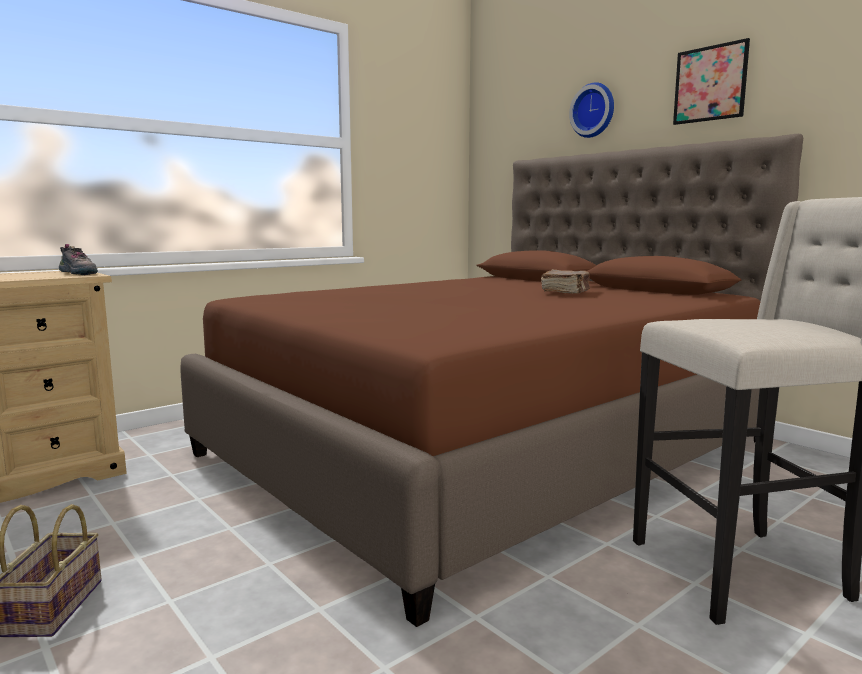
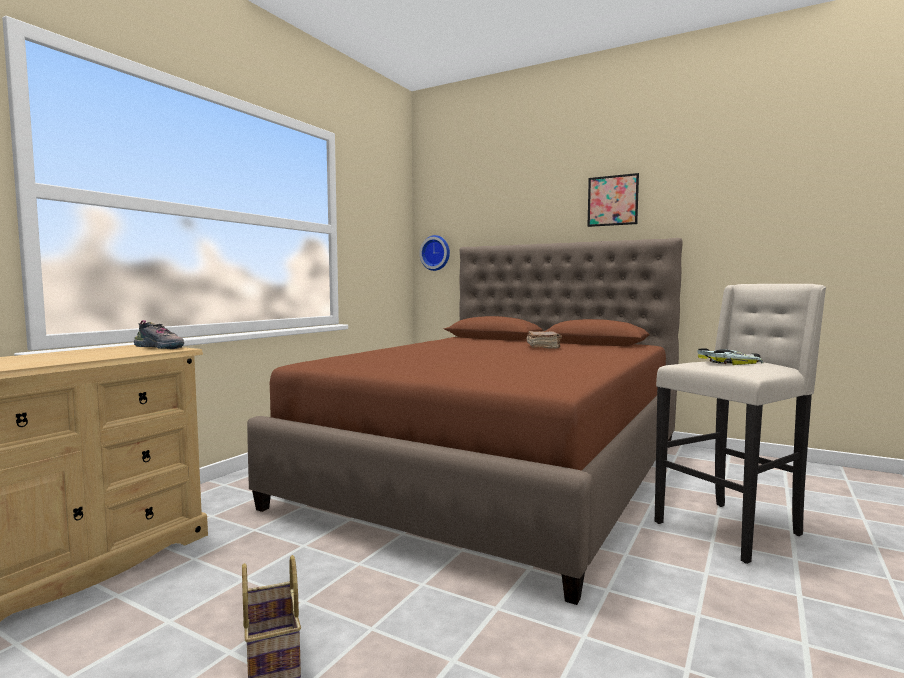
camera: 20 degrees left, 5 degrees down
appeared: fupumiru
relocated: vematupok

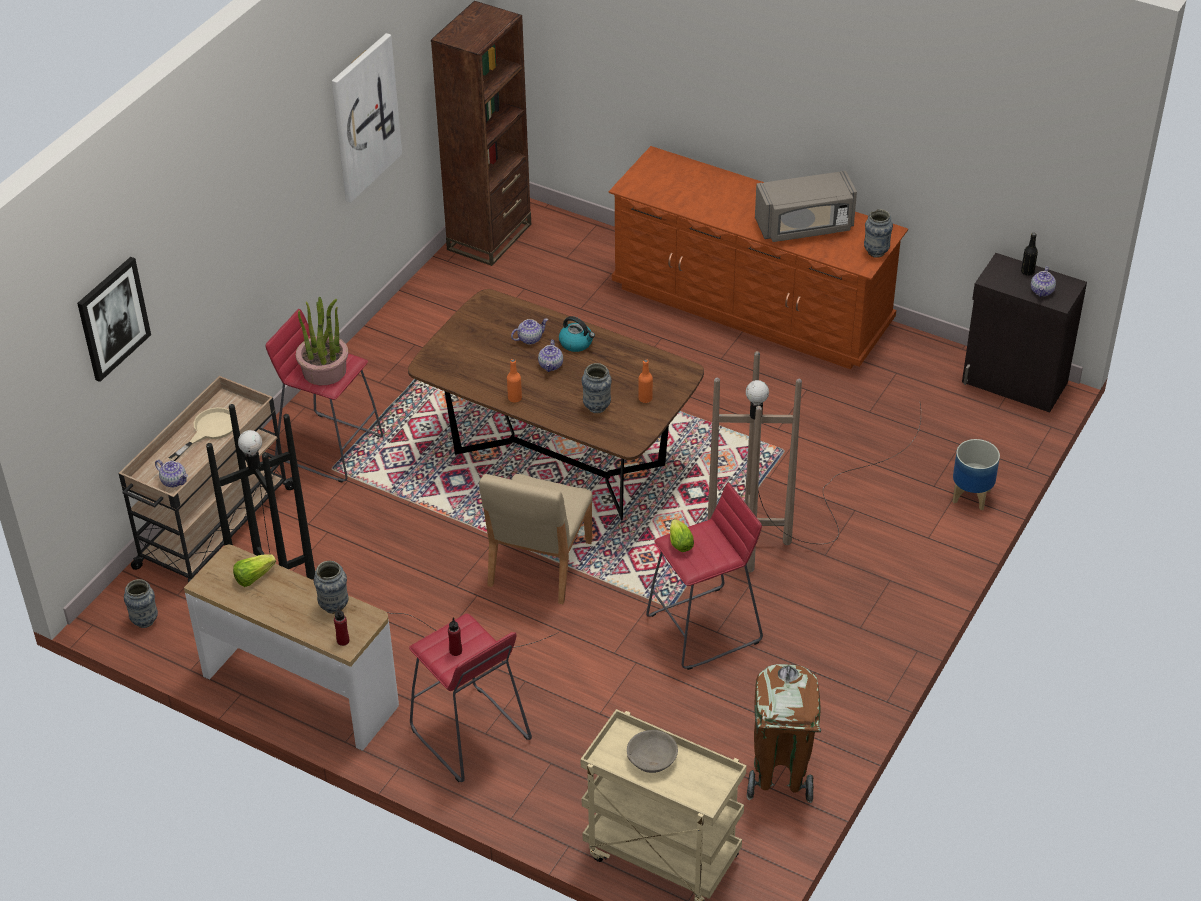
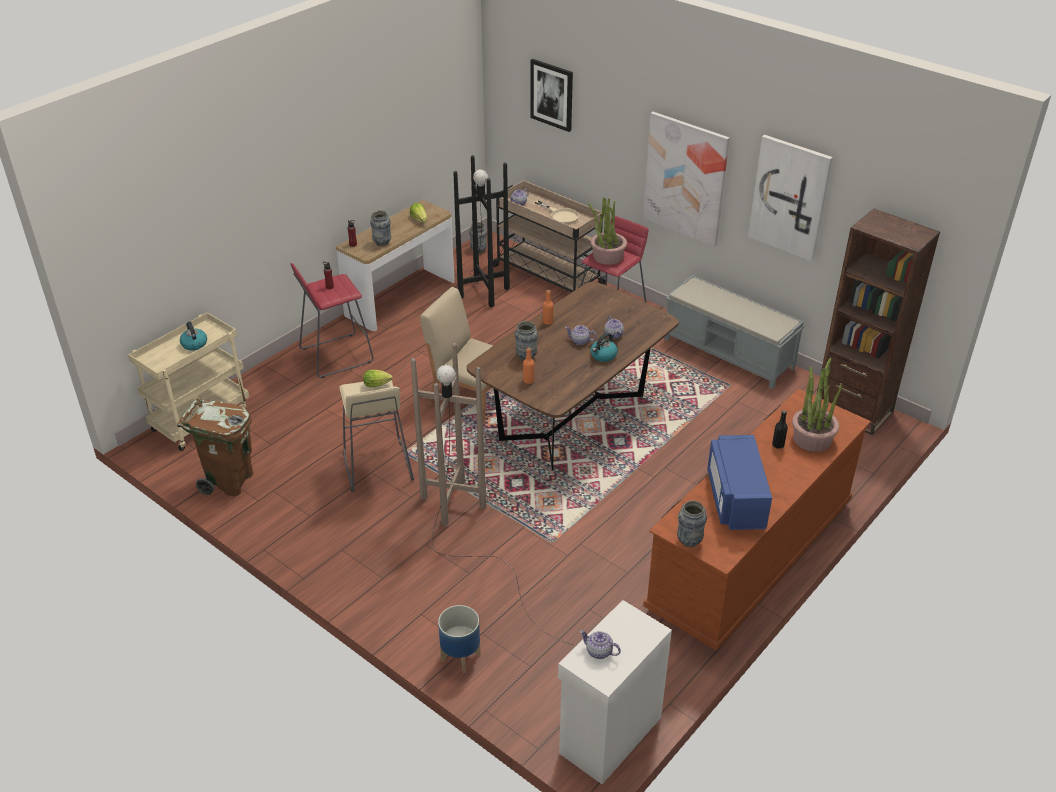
camera: 100 degrees right, 5 degrees down
appeared: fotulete (no. 2 from left); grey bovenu; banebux (no. 2 from left)
relocated: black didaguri
exchanged: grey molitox to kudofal (no. 1 from left)
colour: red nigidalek (no. 3 from left) to beige nigidalek; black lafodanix to white lafodanix; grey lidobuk to blue lidobuk

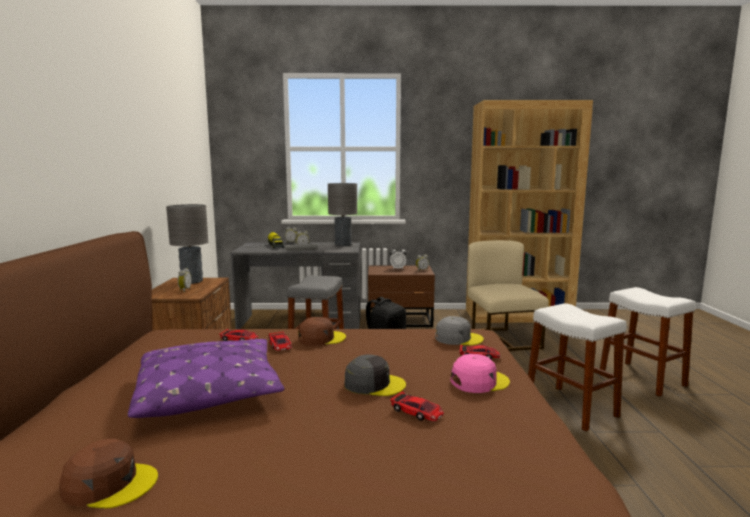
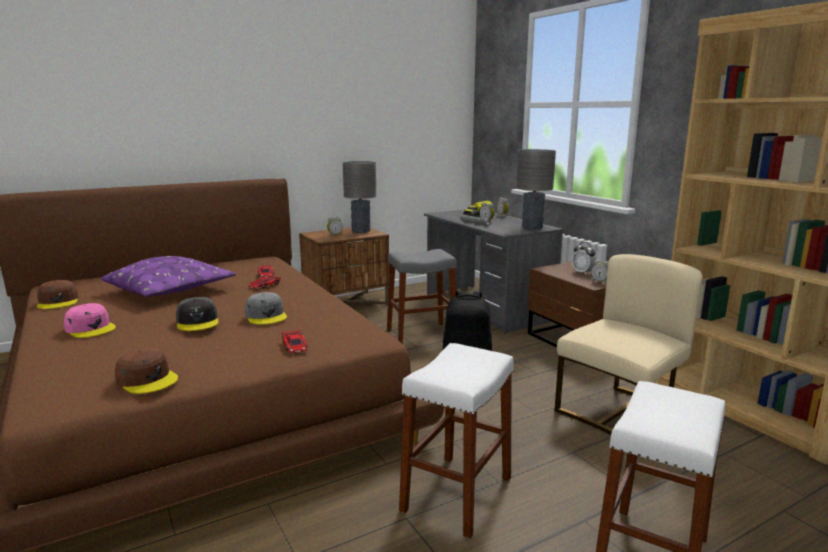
camera: 60 degrees right, 5 degrees up
missing: fupumiru (no. 3 from left)
relocated: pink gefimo; brown gefimo (no. 2 from left); grey gefimo (no. 2 from left)

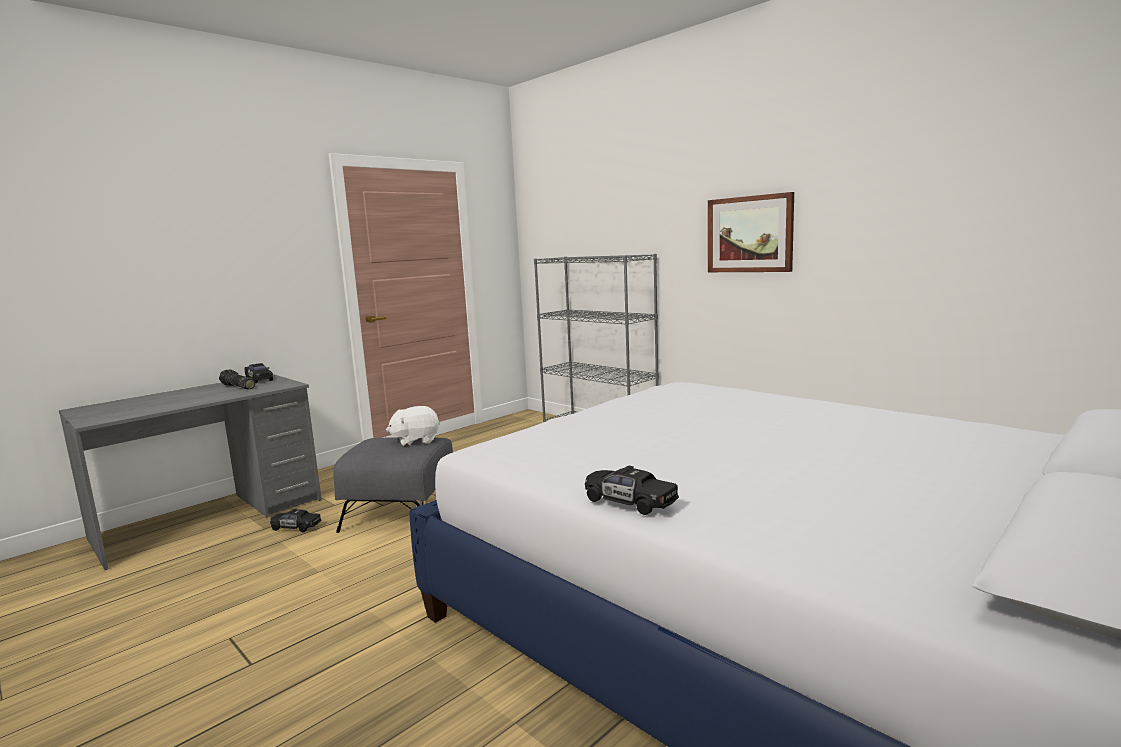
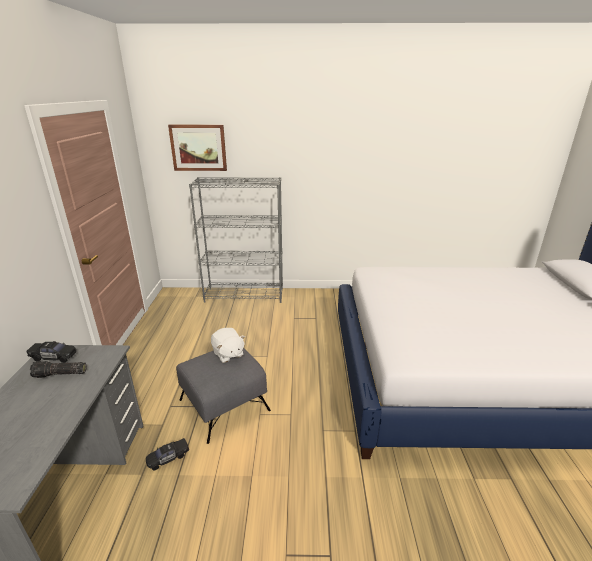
camera: 45 degrees left, 15 degrees up
missing: black fupumiru (no. 3 from left)
relocated: fotulete
spun: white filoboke 60 degrees counterclockwise

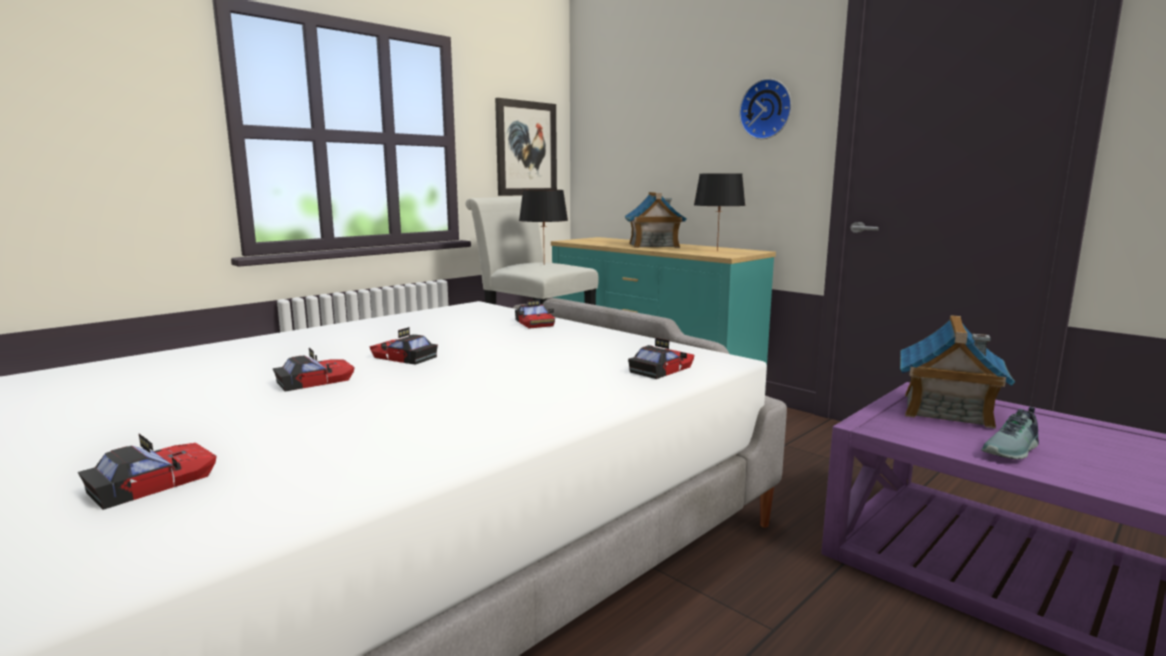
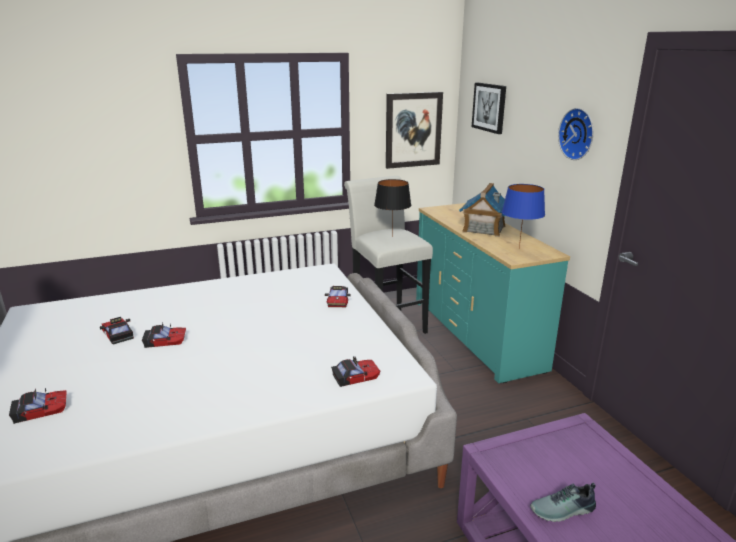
camera: 25 degrees right, 10 degrees up
missing: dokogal (no. 2 from left)
appeared: fotulete (no. 2 from left)
relocated: fupumiru (no. 3 from left in the first image) to fupumiru (no. 2 from left)
colour: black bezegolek (no. 2 from left) to blue bezegolek

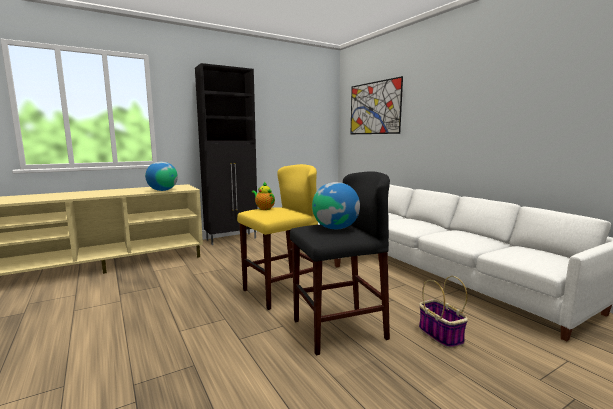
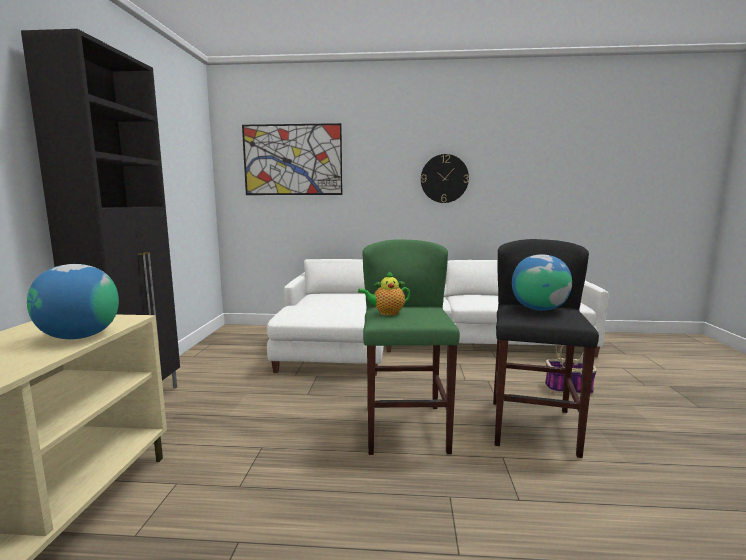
camera: 55 degrees left, 0 degrees up
appeared: vematupok
colour: yellow nigidalek to green nigidalek

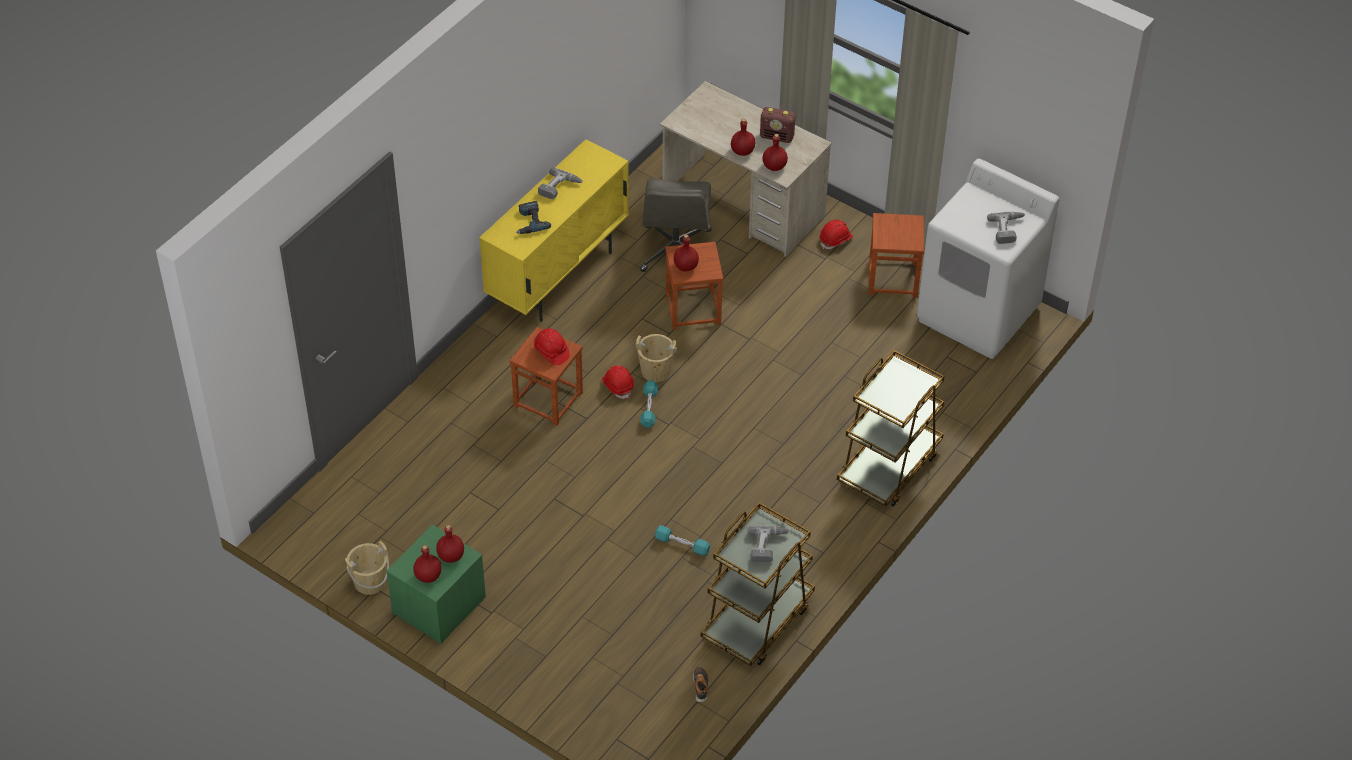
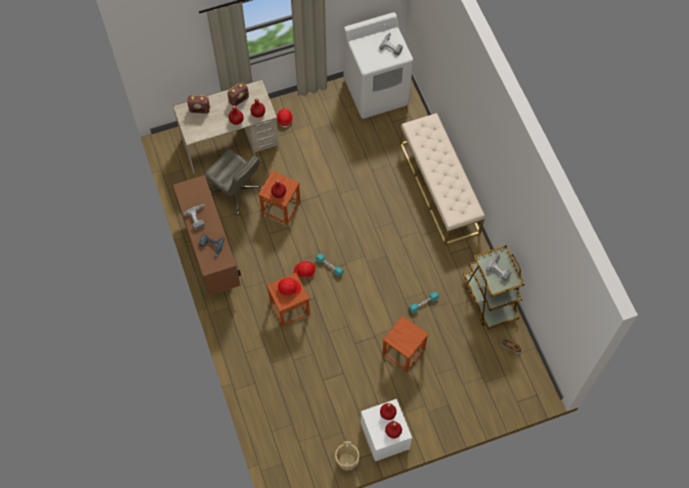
camera: 55 degrees left, 15 degrees up
missing: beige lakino (no. 2 from left)
appeared: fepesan (no. 1 from left)
relocated: brown nigidalek (no. 3 from left)
exchanged: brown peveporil (no. 2 from left) to beige bovenu
colour: yellow lafodanix to brown lafodanix; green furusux to white furusux

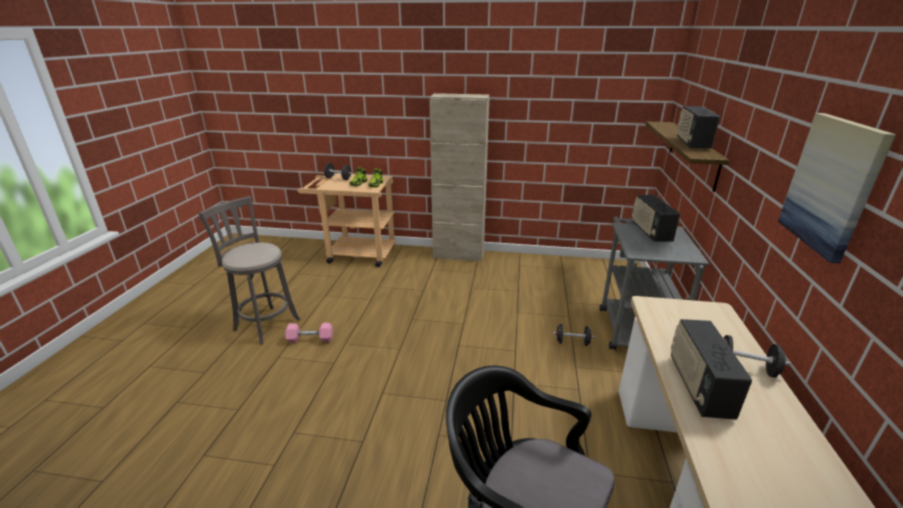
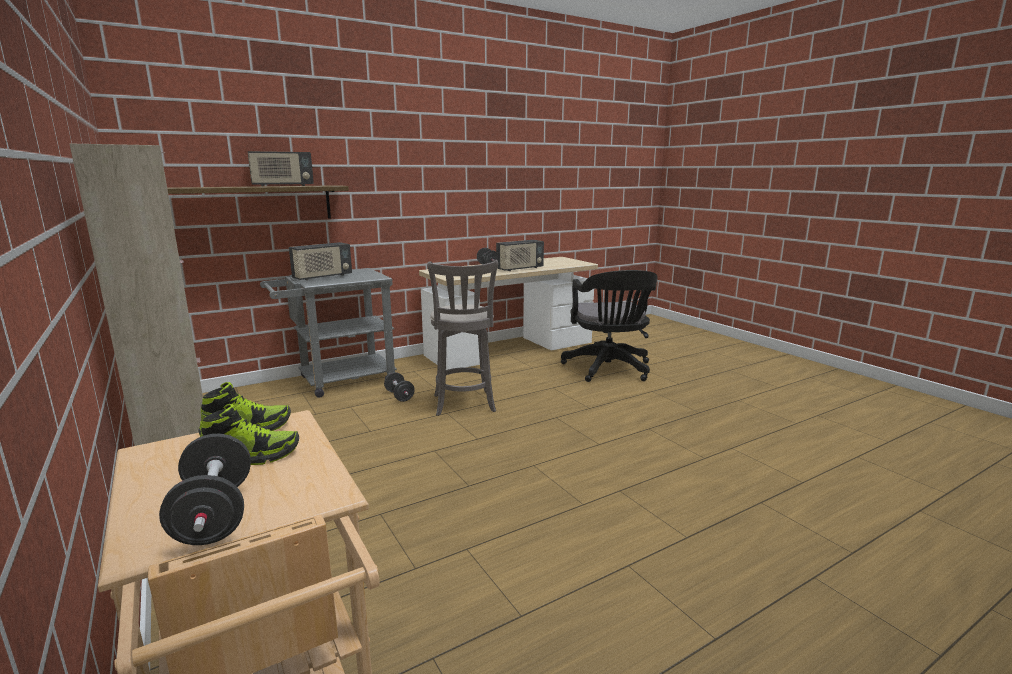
camera: 130 degrees left, 10 degrees down
missing: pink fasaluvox; fotulete
relocated: grey nigidalek

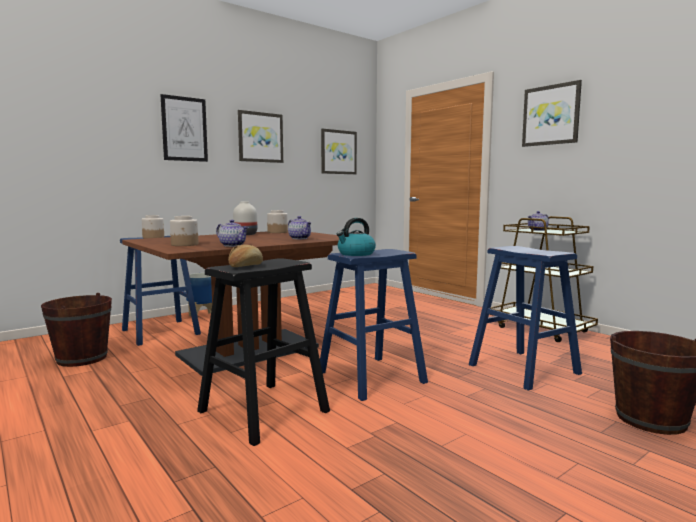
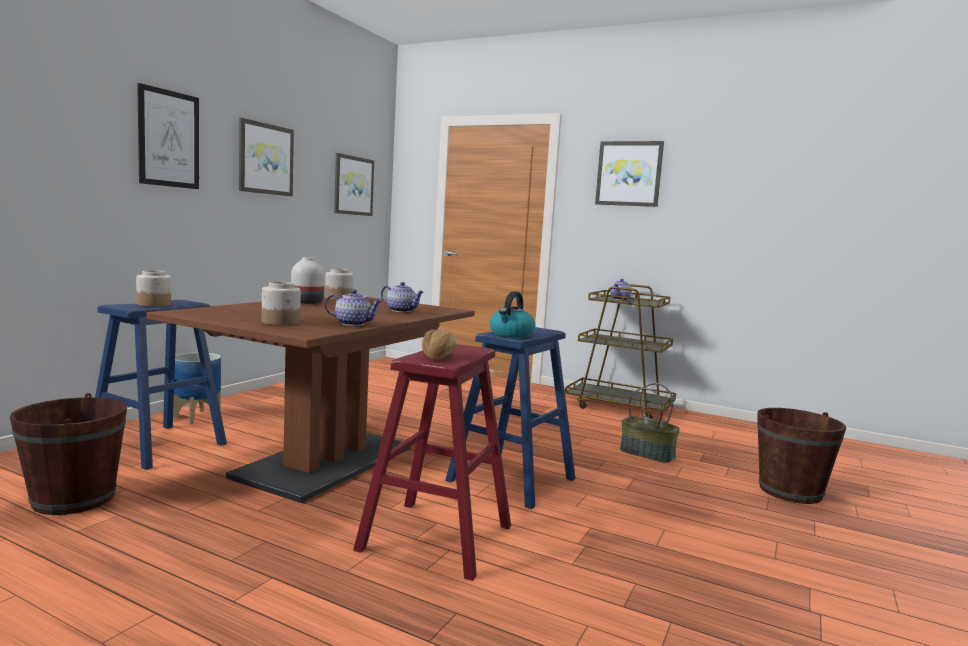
camera: 25 degrees left, 0 degrees up
exchanged: blue nigidalek (no. 3 from left) to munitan
colour: black nigidalek to red nigidalek

